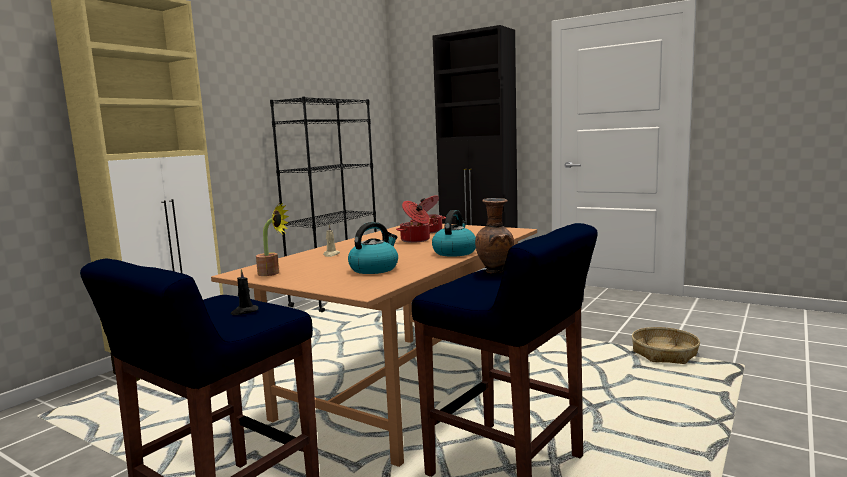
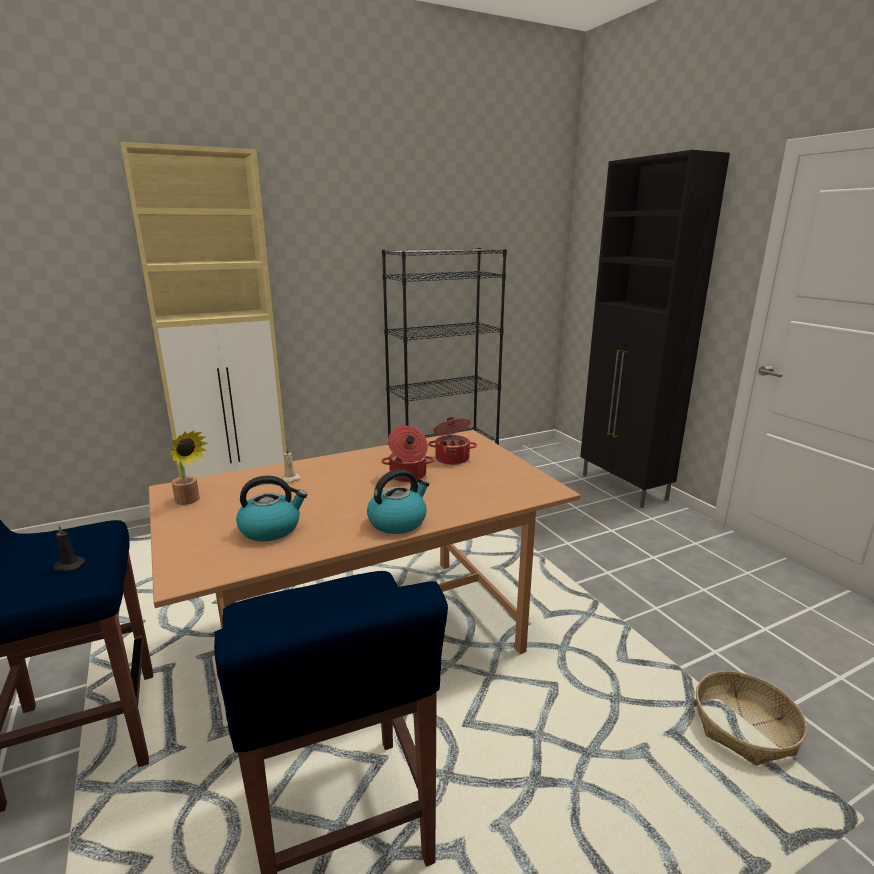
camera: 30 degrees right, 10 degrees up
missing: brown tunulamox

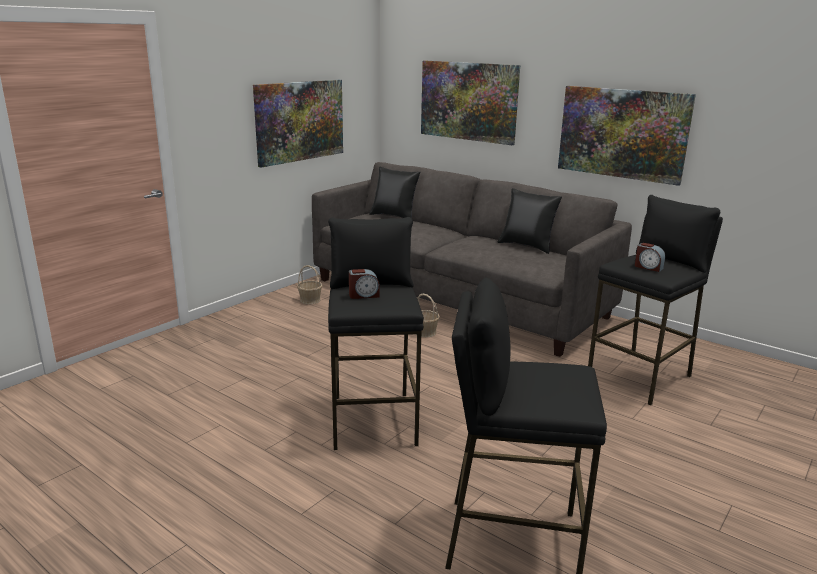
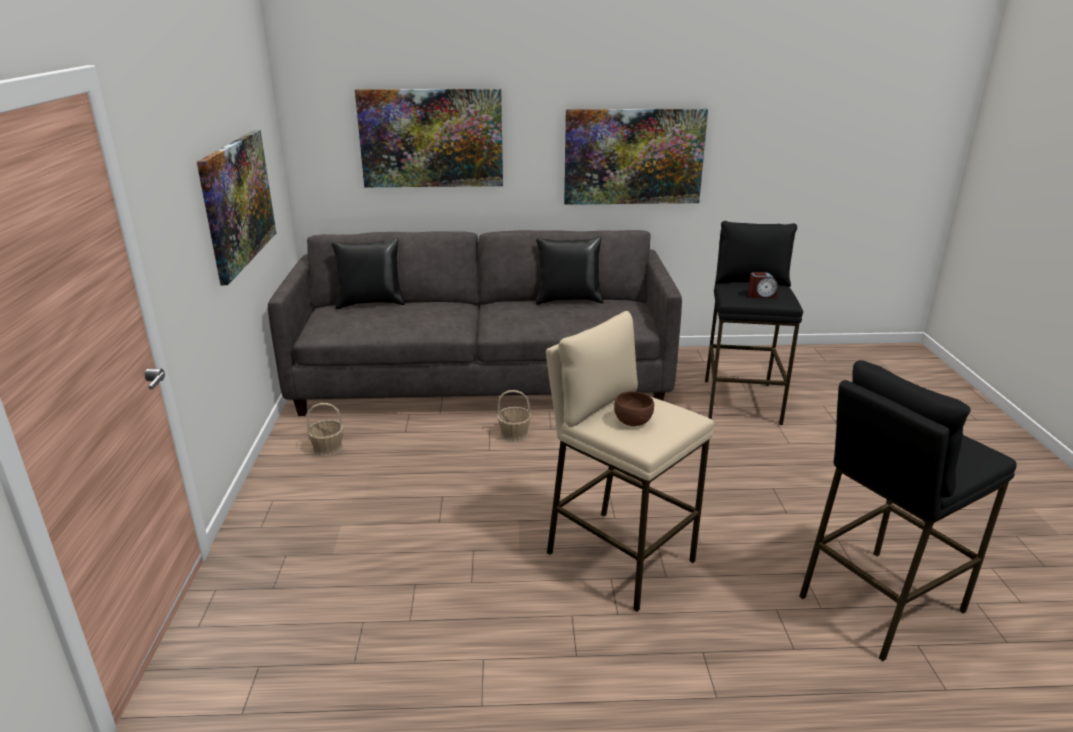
camera: 40 degrees left, 5 degrees up
exchanged: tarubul (no. 1 from left) to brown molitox
colour: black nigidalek (no. 1 from left) to beige nigidalek

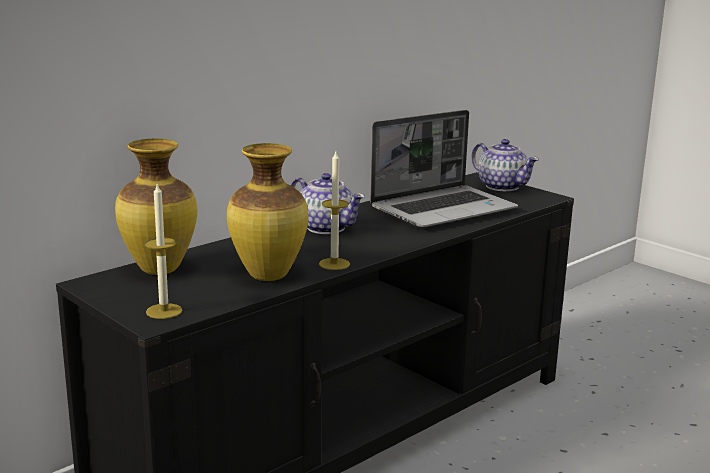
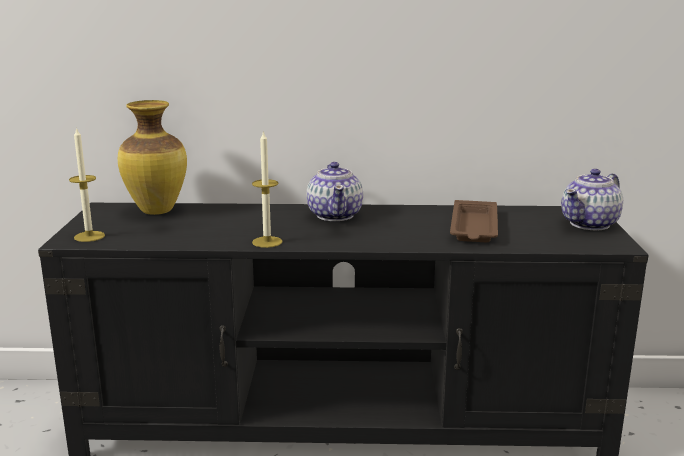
camera: 45 degrees right, 0 degrees up
missing: tunulamox (no. 2 from left)
exchanged: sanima to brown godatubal
spun: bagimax (no. 2 from left) 45 degrees clockwise

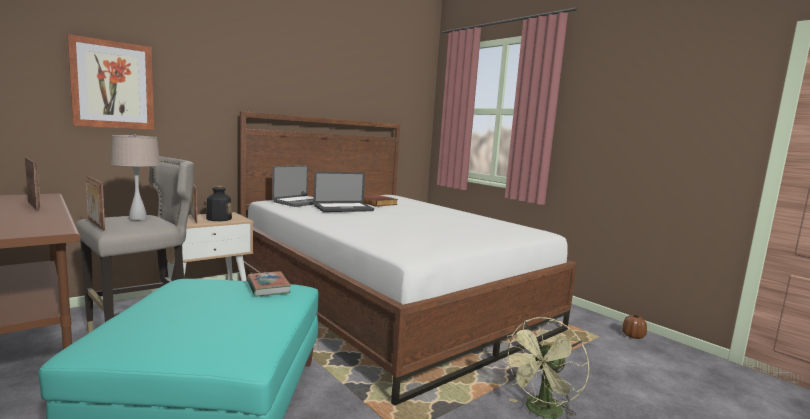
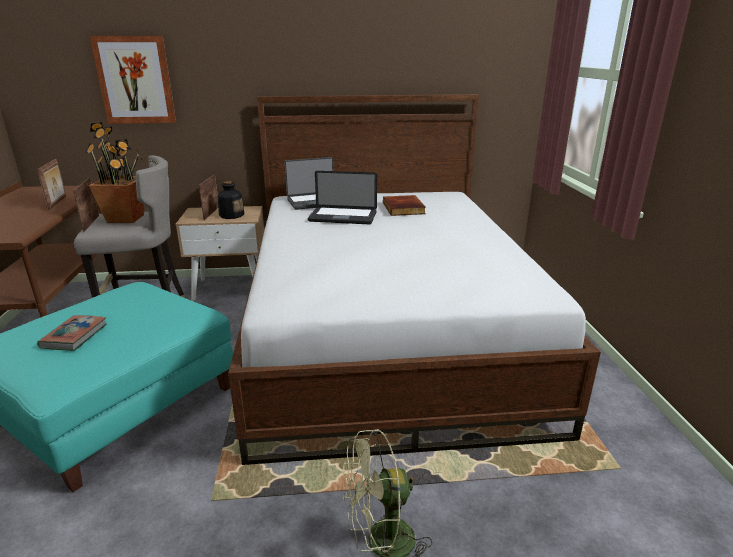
camera: 35 degrees right, 15 degrees up
missing: brown tunulamox
relocated: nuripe (no. 1 from left)
exchanged: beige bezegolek to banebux

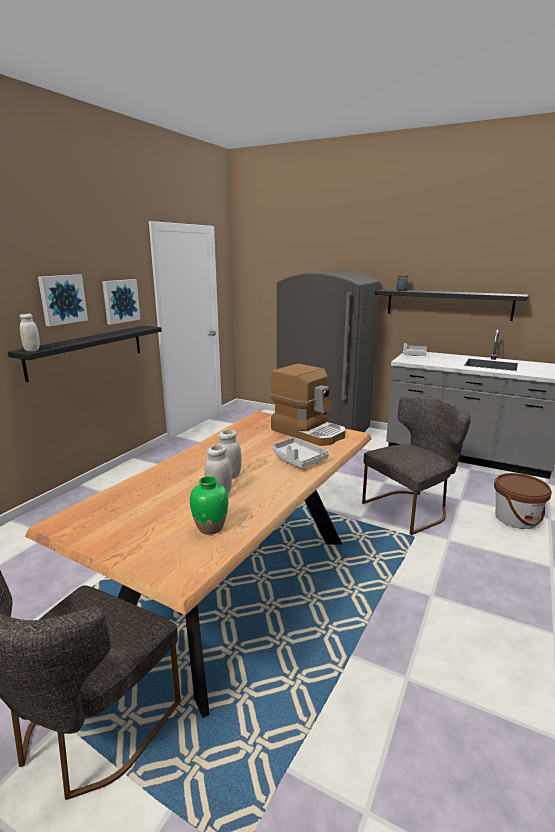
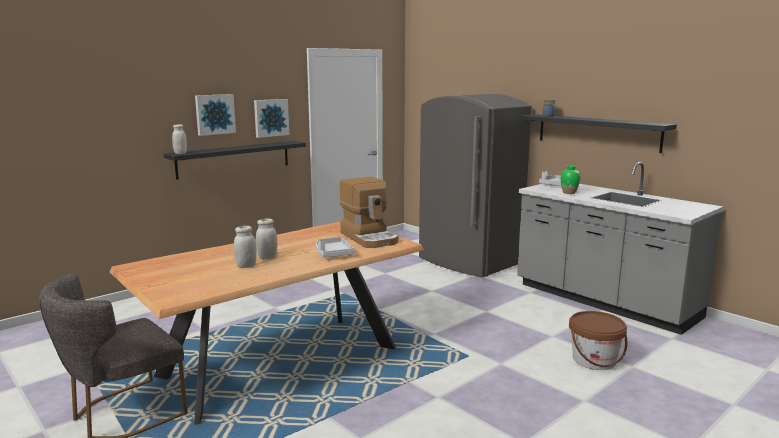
camera: 20 degrees right, 5 degrees down
missing: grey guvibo (no. 2 from left)
relocated: green tunulamox

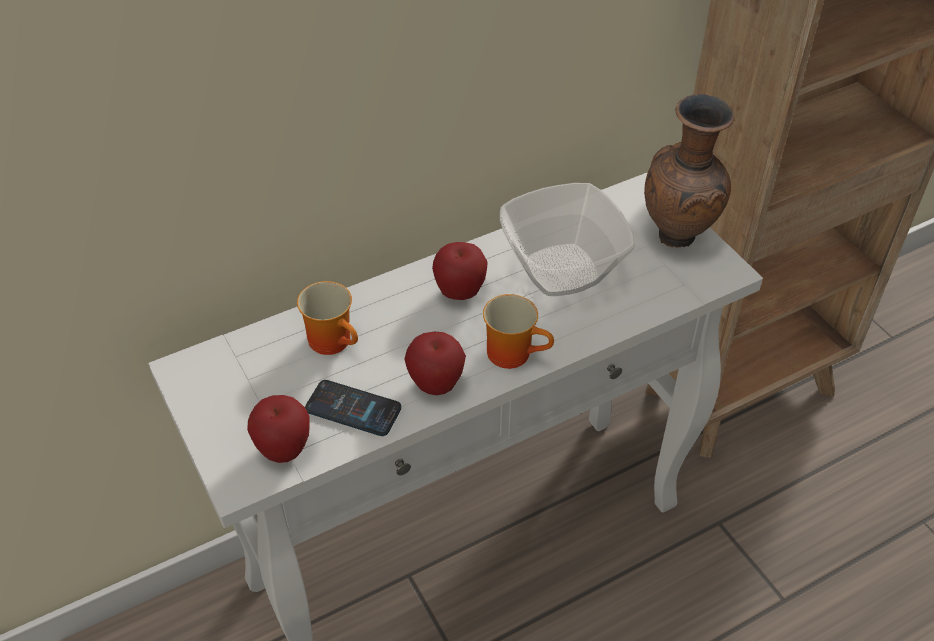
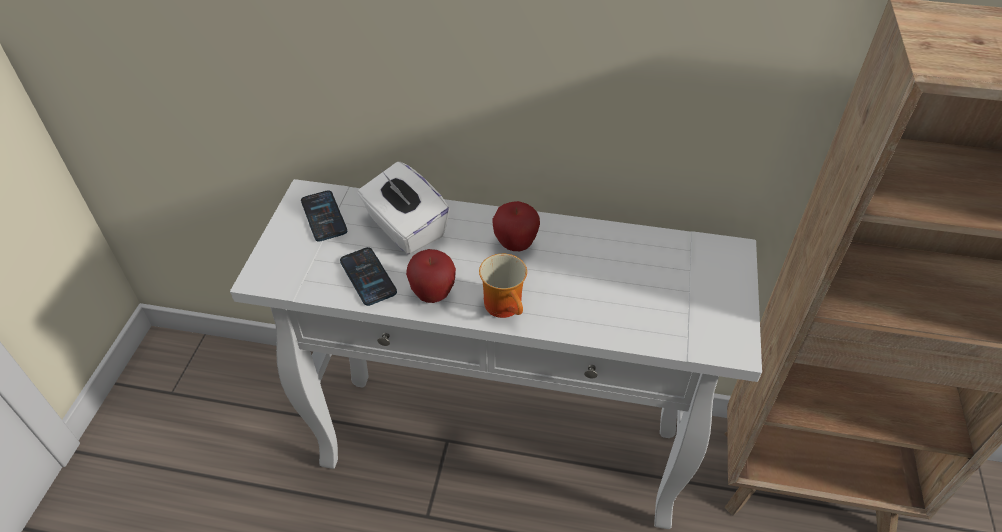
camera: 40 degrees right, 0 degrees up
missing: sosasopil (no. 1 from left); molitox; brown tunulamox
appeared: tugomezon (no. 1 from left)
exchanged: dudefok (no. 1 from left) to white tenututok

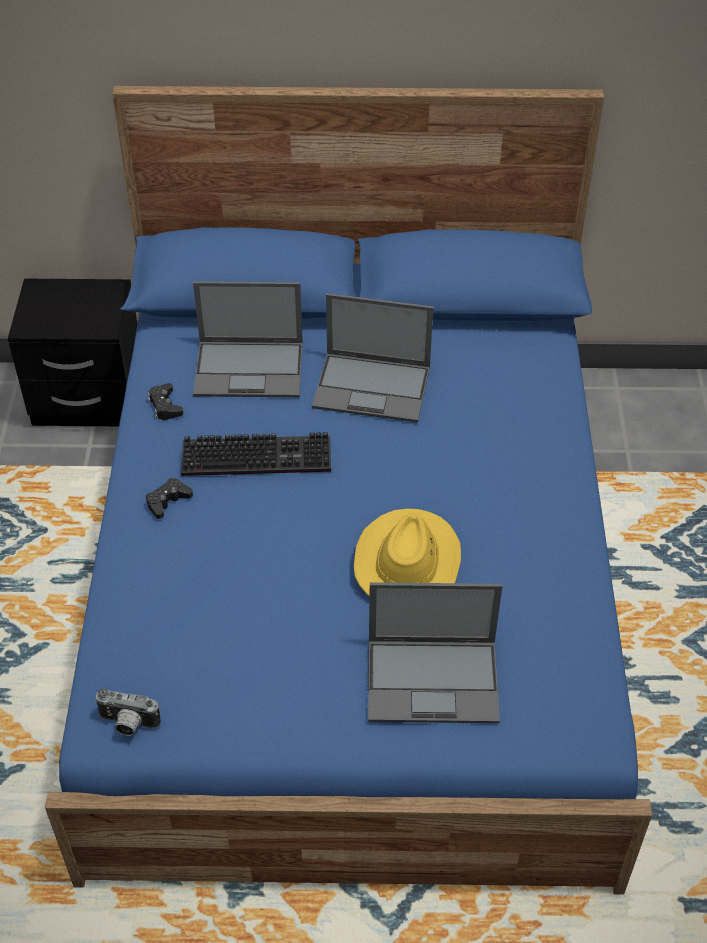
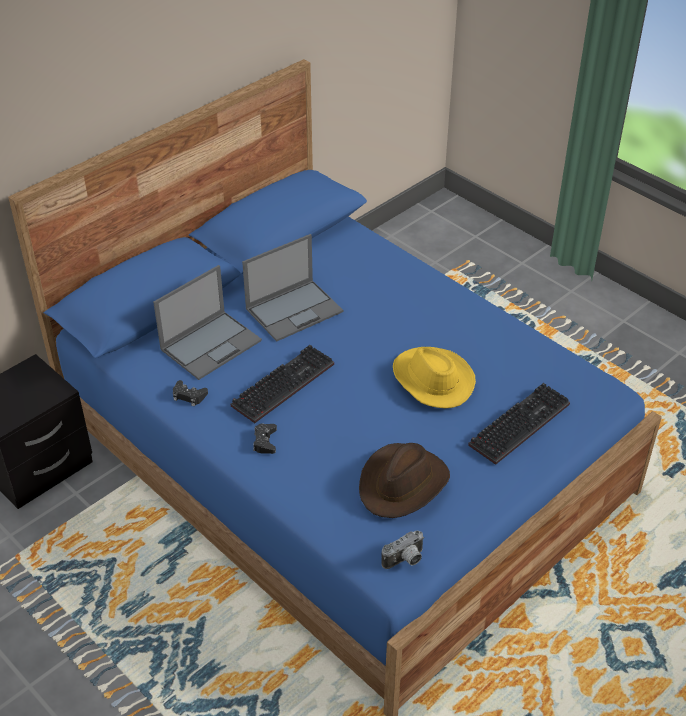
camera: 45 degrees left, 5 degrees down
appeared: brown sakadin
exchanged: sanima (no. 3 from left) to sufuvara (no. 2 from left)

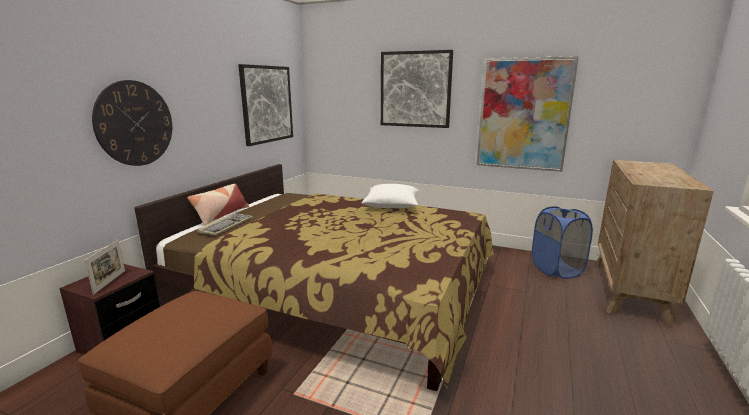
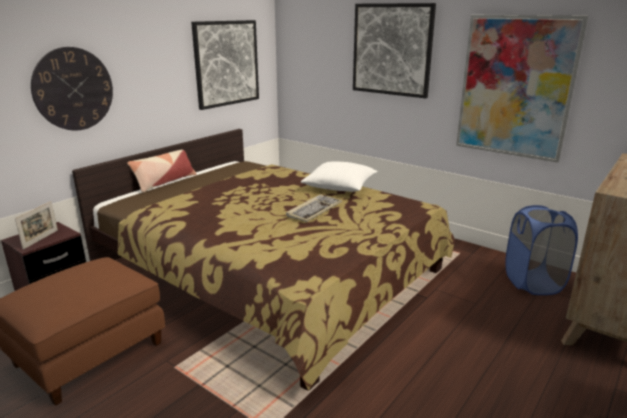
camera: 15 degrees right, 5 degrees up
relocated: sufuvara

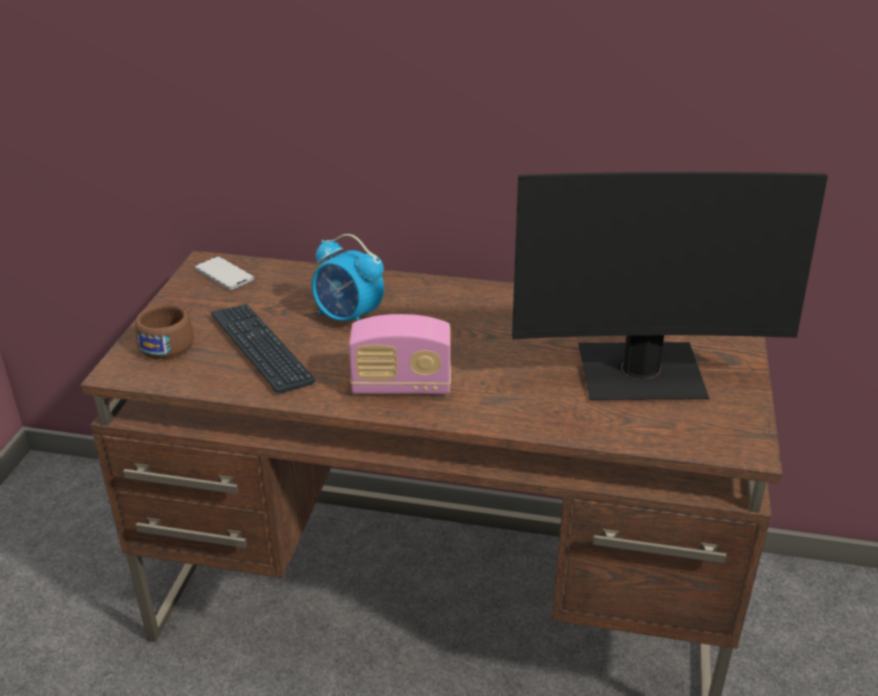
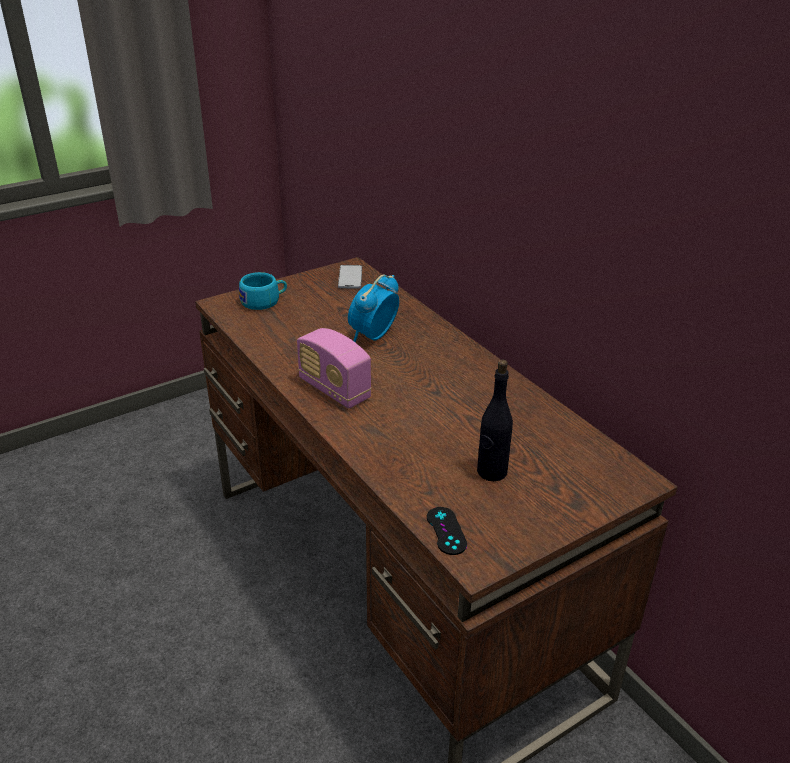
camera: 45 degrees right, 0 degrees up
missing: sufuvara
appeared: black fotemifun
exchanged: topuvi to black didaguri
colour: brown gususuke to turquoise gususuke
spun: tarubul 45 degrees clockwise

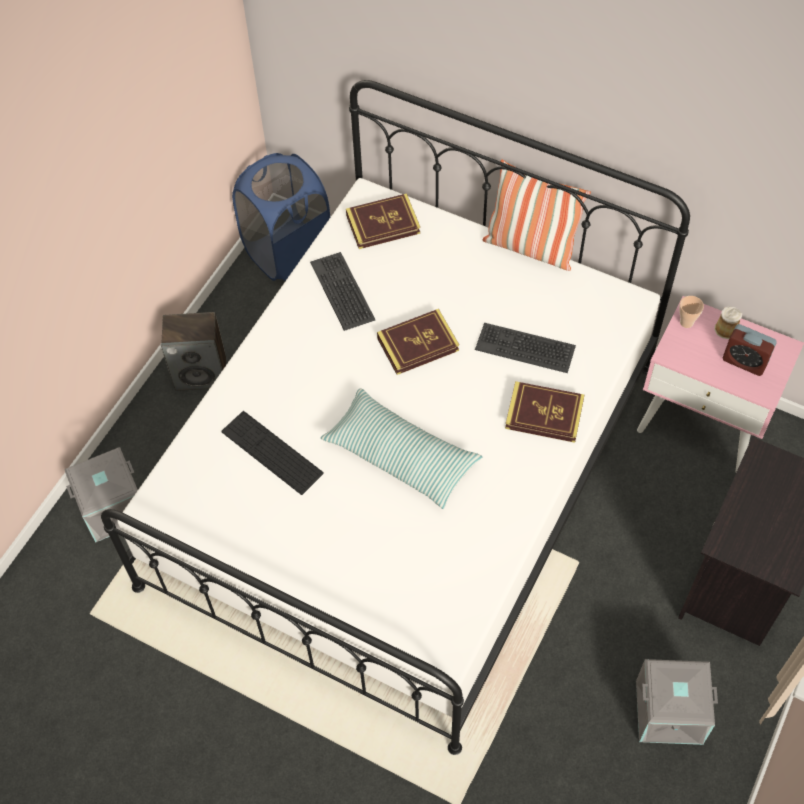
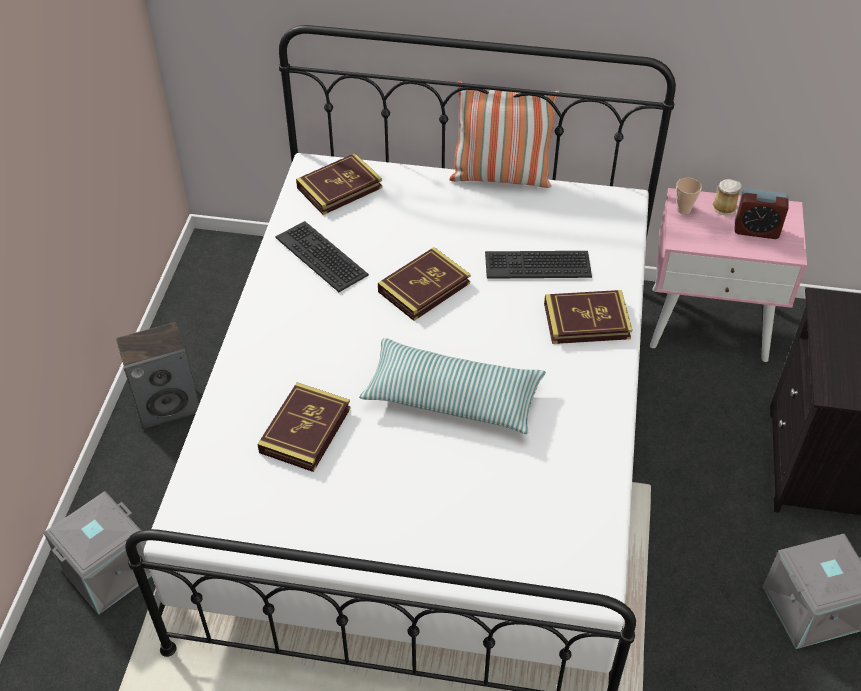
camera: 20 degrees left, 10 degrees down
missing: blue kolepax
exchanged: sufuvara (no. 1 from left) to nuripe (no. 1 from left)

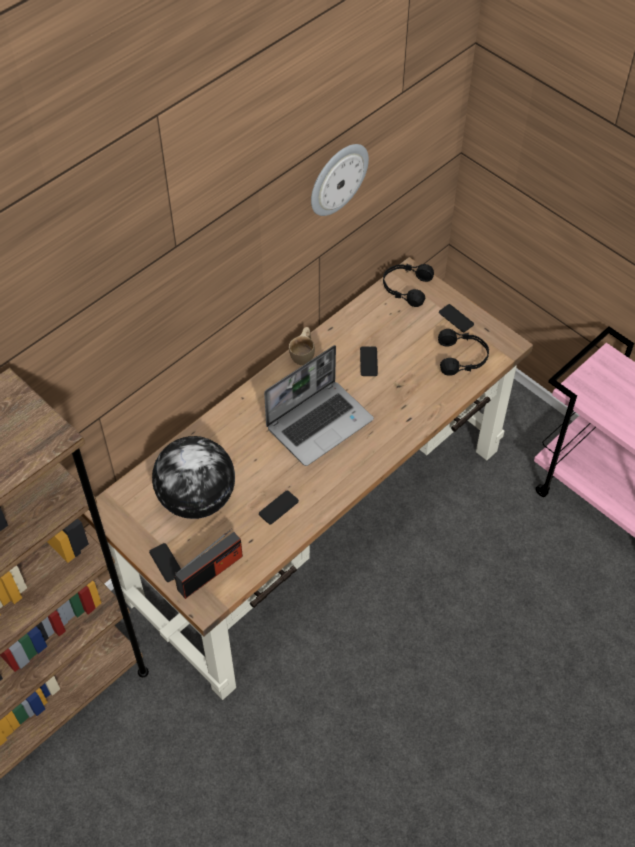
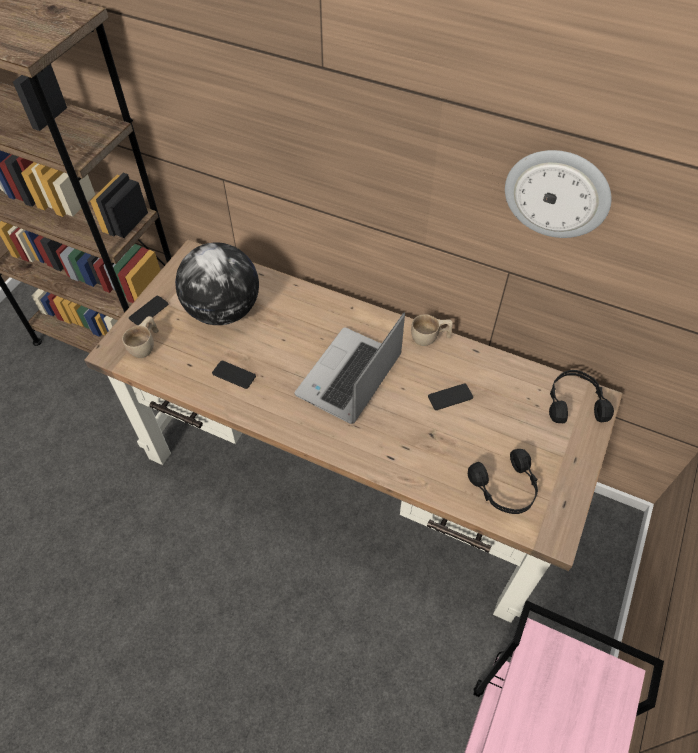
camera: 70 degrees right, 0 degrees up
missing: tugomezon (no. 4 from left)
exchanged: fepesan to beige gususuke (no. 1 from left)
spun: sanima 90 degrees clockwise

